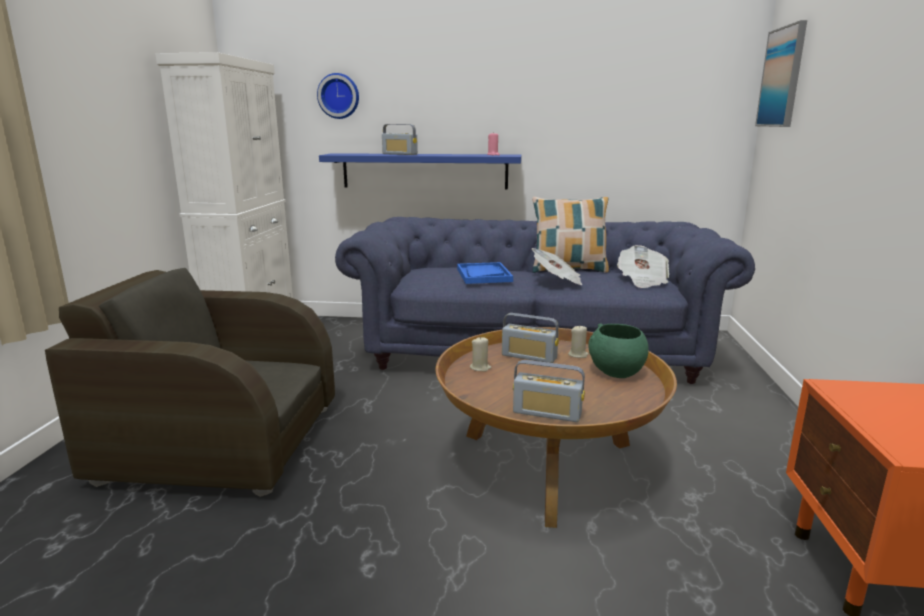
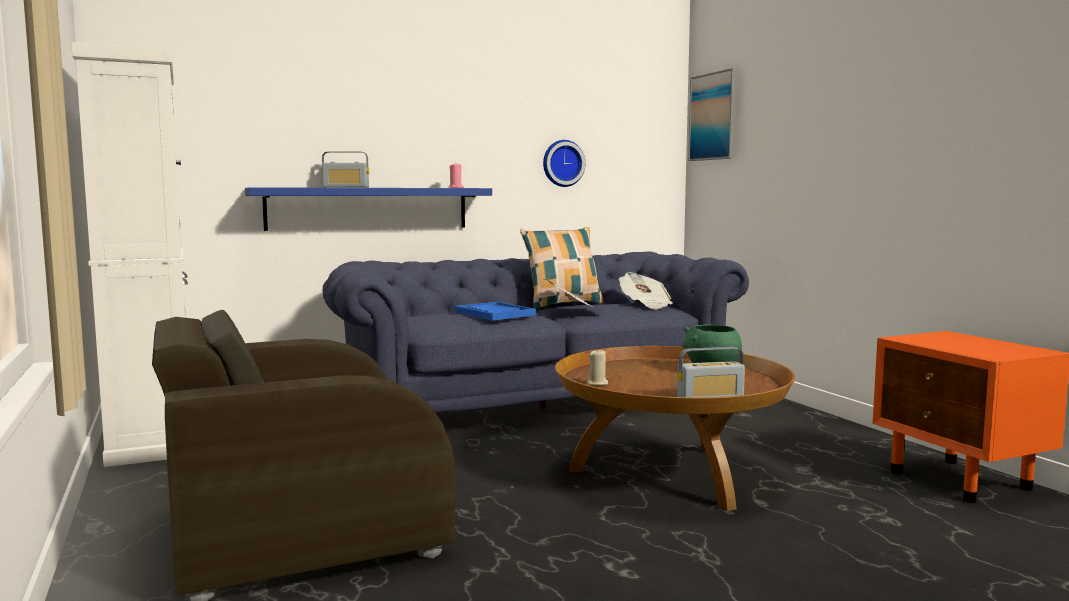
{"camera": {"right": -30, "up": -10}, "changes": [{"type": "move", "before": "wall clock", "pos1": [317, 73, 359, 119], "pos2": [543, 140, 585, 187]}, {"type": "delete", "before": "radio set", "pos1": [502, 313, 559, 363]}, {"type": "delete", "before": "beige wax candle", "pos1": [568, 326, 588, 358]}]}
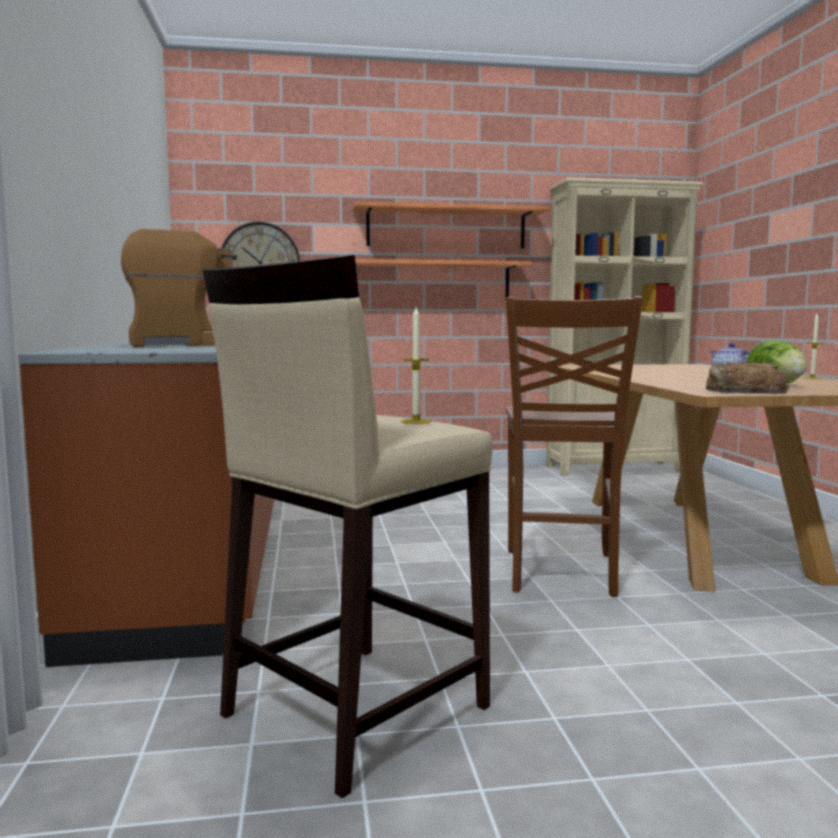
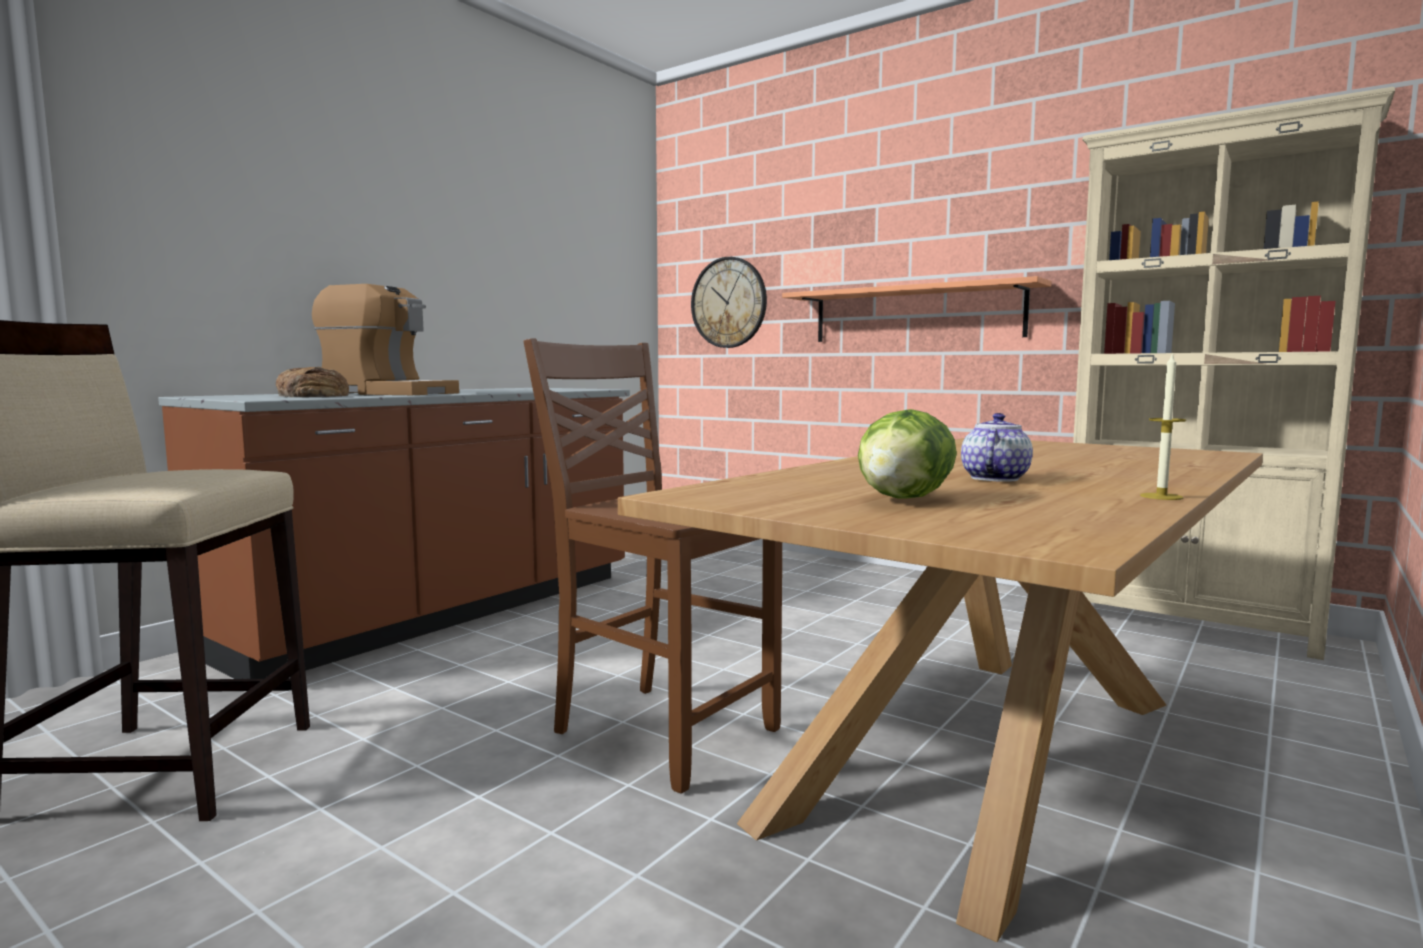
{"camera": {"right": 45, "up": 0}, "changes": [{"type": "delete", "before": "bracket shelf", "pos1": [352, 202, 549, 248]}, {"type": "rotate", "before": "brownish plain chair", "pos1": [505, 296, 643, 597], "pos2": [524, 338, 782, 794], "turn": 75}, {"type": "delete", "before": "wax candle", "pos1": [401, 307, 432, 424]}, {"type": "move", "before": "baked bread", "pos1": [706, 362, 790, 394], "pos2": [276, 367, 349, 397]}]}
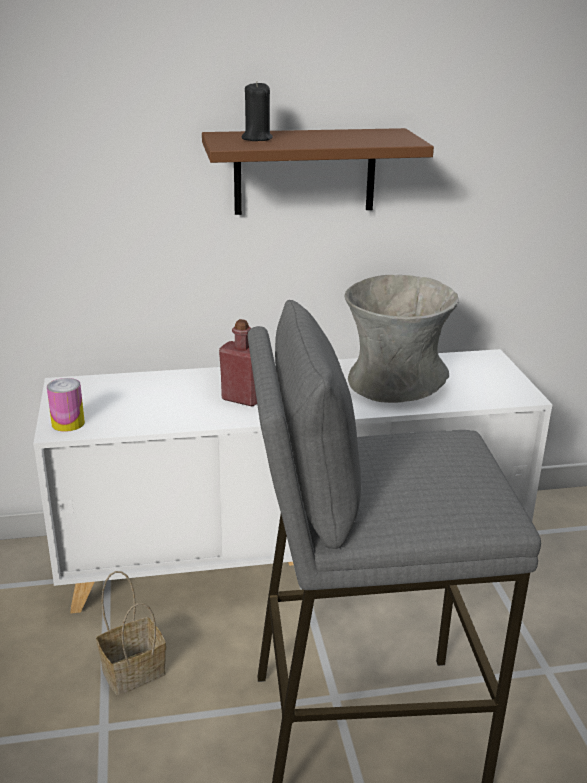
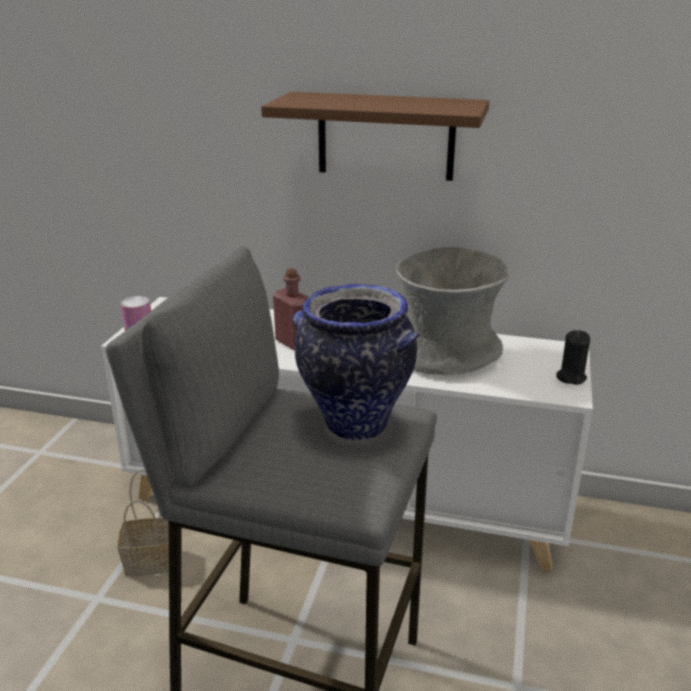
{"camera": {"right": 25, "up": 0}, "changes": [{"type": "move", "before": "black-coloured wax candle", "pos1": [241, 81, 273, 141], "pos2": [556, 330, 590, 385]}, {"type": "insert", "after": "flower vase", "pos2": [293, 284, 419, 441]}]}
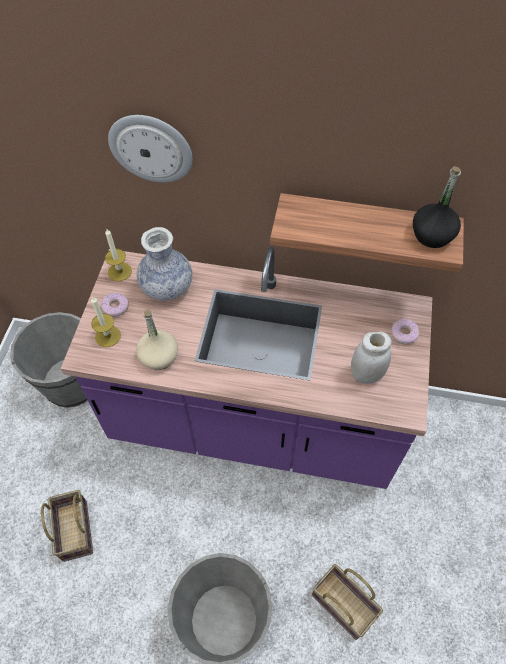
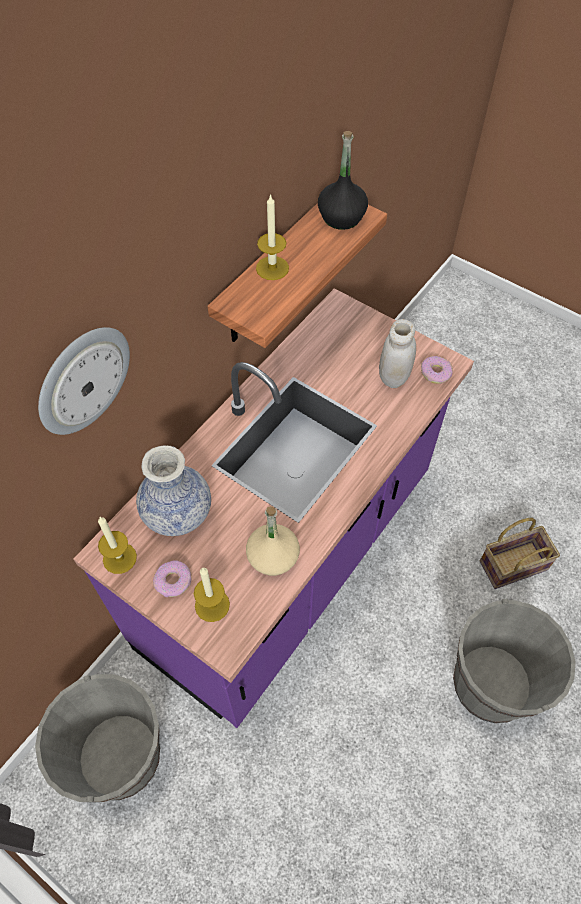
{"camera": {"right": -65, "up": 0}, "changes": [{"type": "move", "before": "donut", "pos1": [391, 318, 419, 344], "pos2": [421, 356, 453, 384]}, {"type": "delete", "before": "basket", "pos1": [41, 490, 93, 562]}, {"type": "insert", "after": "wax candle", "pos2": [256, 194, 289, 280]}]}
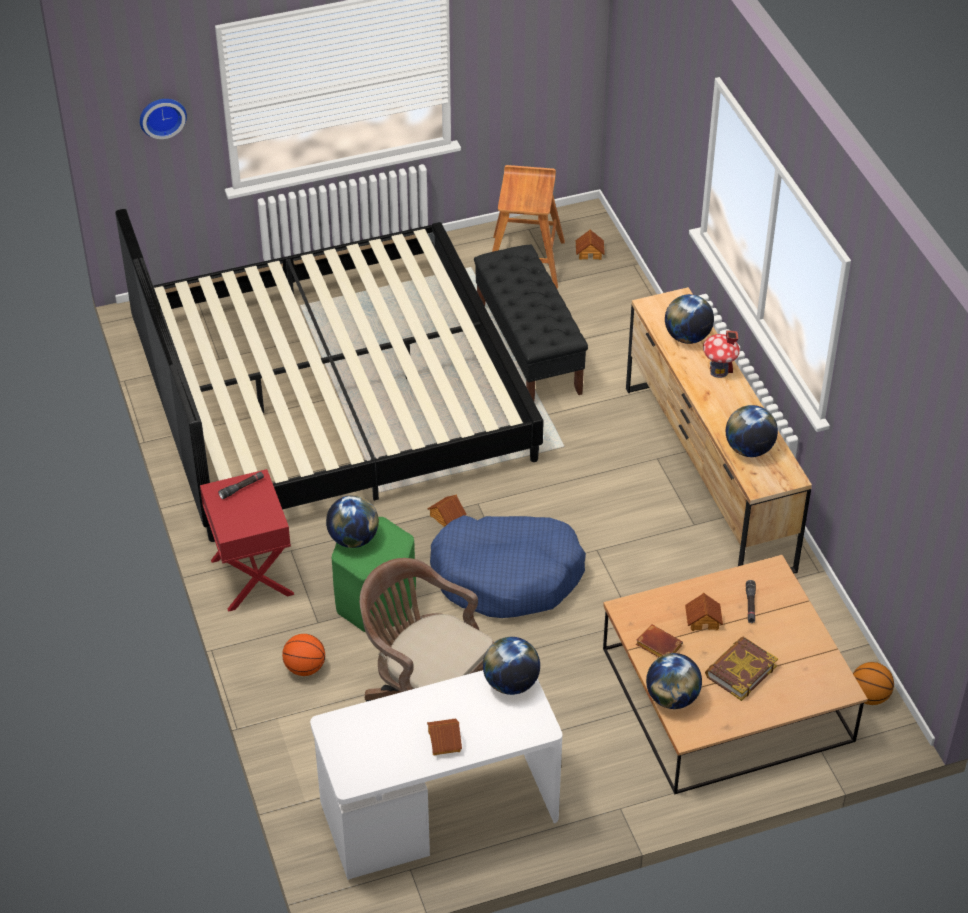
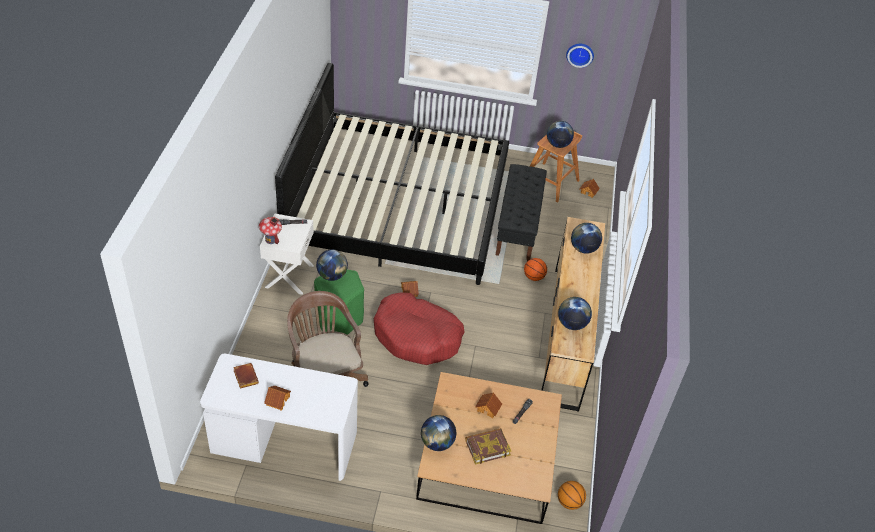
{"camera": {"right": 25, "up": 0}, "changes": [{"type": "move", "before": "wall clock", "pos1": [140, 99, 187, 139], "pos2": [566, 44, 594, 68]}, {"type": "move", "before": "miniature house", "pos1": [703, 330, 740, 378], "pos2": [259, 216, 282, 244]}, {"type": "recolor", "before": "red night table", "after": "white-coloured night table", "pos1": [200, 469, 294, 612], "pos2": [260, 213, 314, 295]}, {"type": "recolor", "before": "bluish dog cushion", "after": "red dog cushion", "pos1": [430, 515, 586, 618], "pos2": [374, 292, 464, 365]}, {"type": "move", "before": "brownish bound book", "pos1": [636, 624, 683, 657], "pos2": [233, 363, 259, 389]}, {"type": "move", "before": "ball for basketball", "pos1": [282, 634, 325, 676], "pos2": [524, 258, 547, 281]}, {"type": "move", "before": "world globe", "pos1": [483, 637, 540, 695], "pos2": [547, 121, 574, 148]}]}
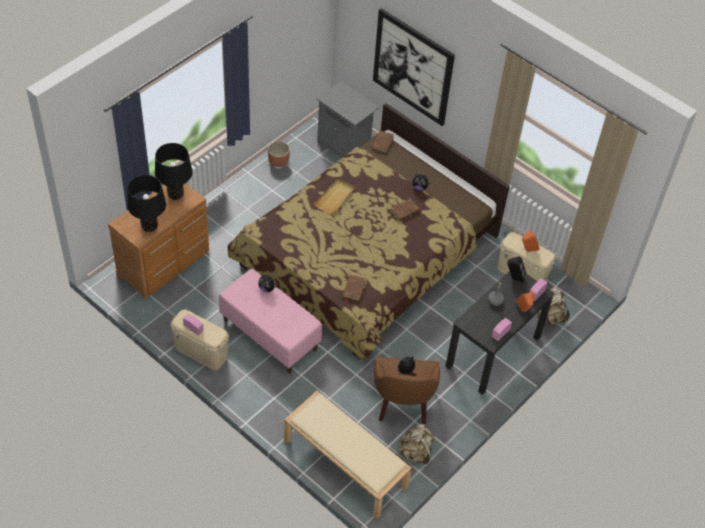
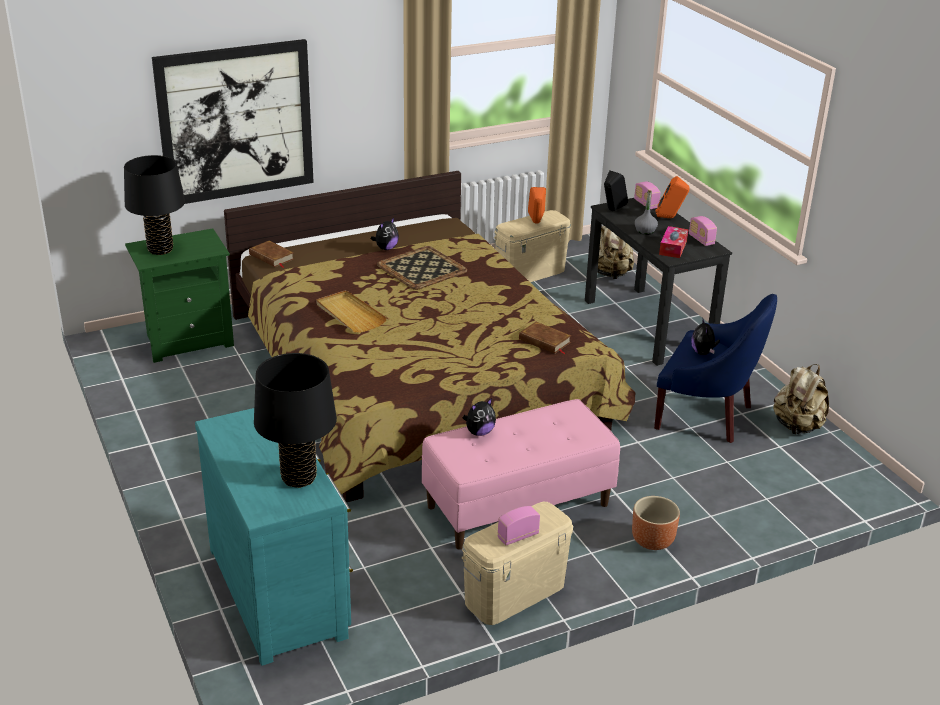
{"camera": {"right": -65, "up": -20}, "changes": [{"type": "recolor", "before": "gray night table", "after": "green night table", "pos1": [317, 81, 380, 158], "pos2": [125, 229, 234, 363]}, {"type": "move", "before": "brownish plant pot", "pos1": [268, 141, 290, 167], "pos2": [632, 496, 680, 550]}, {"type": "move", "before": "black-coloured table lamp", "pos1": [155, 143, 192, 200], "pos2": [124, 155, 185, 255]}, {"type": "recolor", "before": "brownish chest of drawers", "after": "blue-green chest of drawers", "pos1": [108, 183, 209, 299], "pos2": [195, 408, 353, 666]}, {"type": "replace", "before": "brownish bound book", "after": "carrying tray", "pos1": [390, 199, 421, 222], "pos2": [377, 246, 467, 290]}, {"type": "recolor", "before": "brownish easy chair", "after": "bluish easy chair", "pos1": [374, 357, 440, 424], "pos2": [654, 294, 777, 443]}, {"type": "delete", "before": "beige bench", "pos1": [284, 391, 412, 519]}, {"type": "insert", "after": "box of tissues", "pos2": [659, 226, 688, 258]}]}
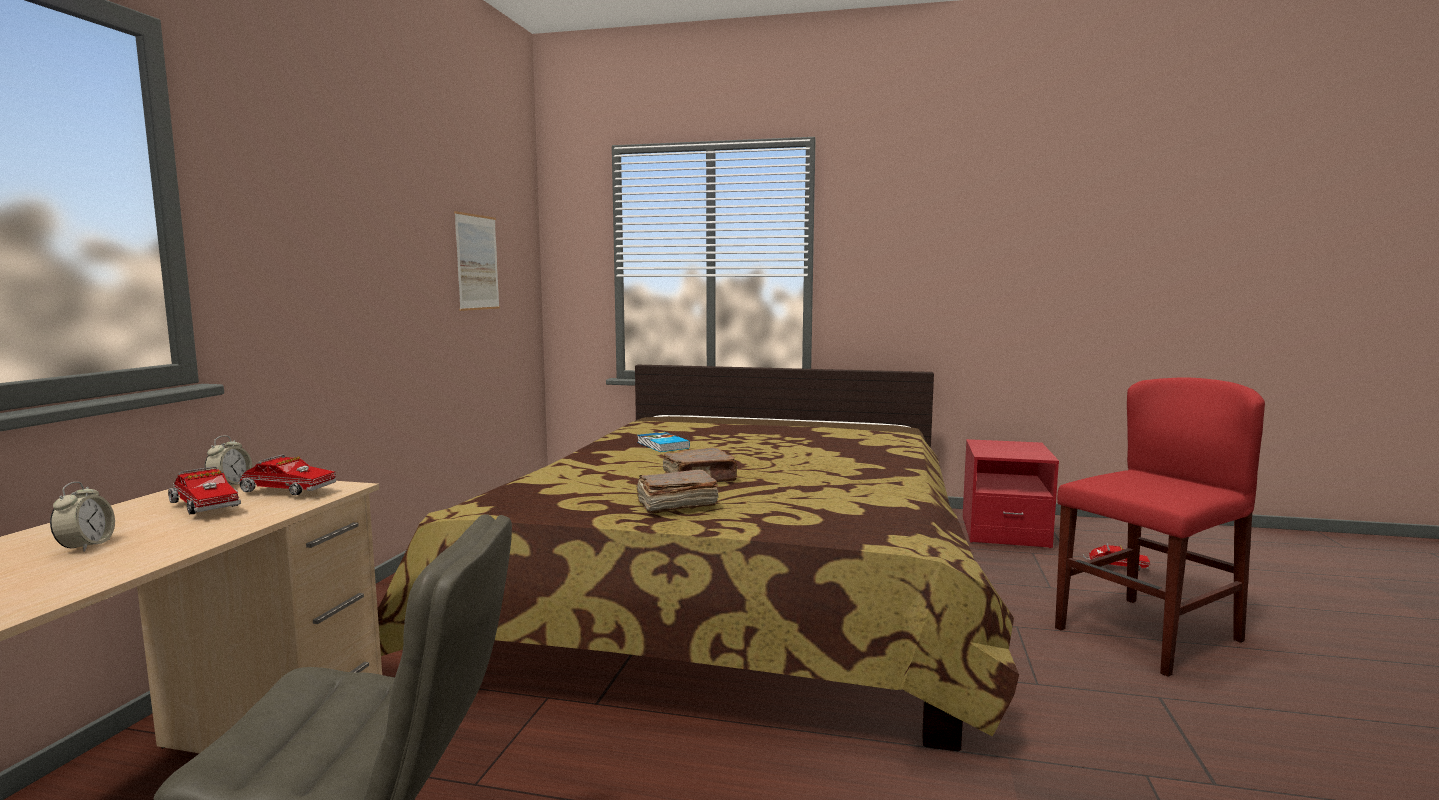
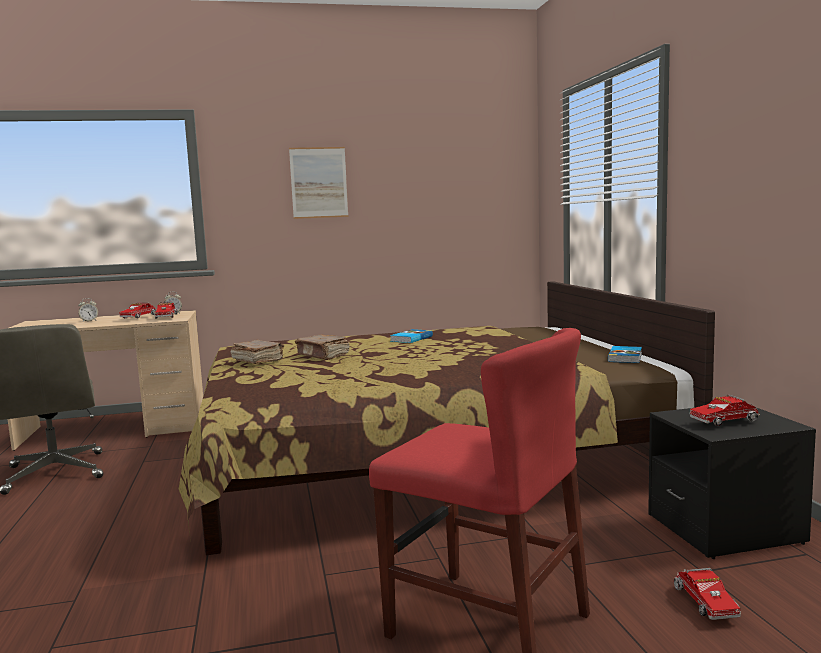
{"camera": {"right": 65, "up": 0}, "changes": [{"type": "move", "before": "picture", "pos1": [454, 211, 500, 311], "pos2": [289, 147, 348, 219]}, {"type": "recolor", "before": "red night table", "after": "black-coloured night table", "pos1": [963, 439, 1059, 548], "pos2": [648, 407, 816, 559]}, {"type": "insert", "after": "bound book", "pos2": [608, 346, 642, 363]}, {"type": "insert", "after": "model truck", "pos2": [690, 394, 760, 426]}]}
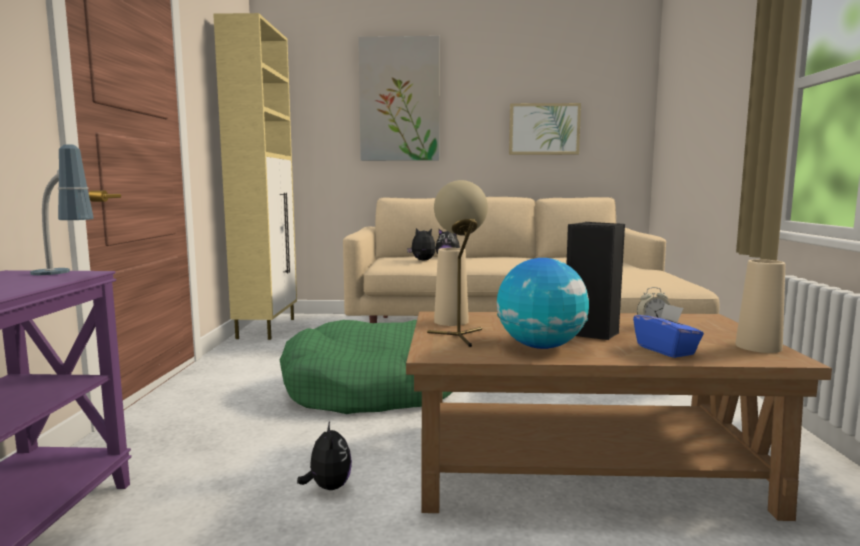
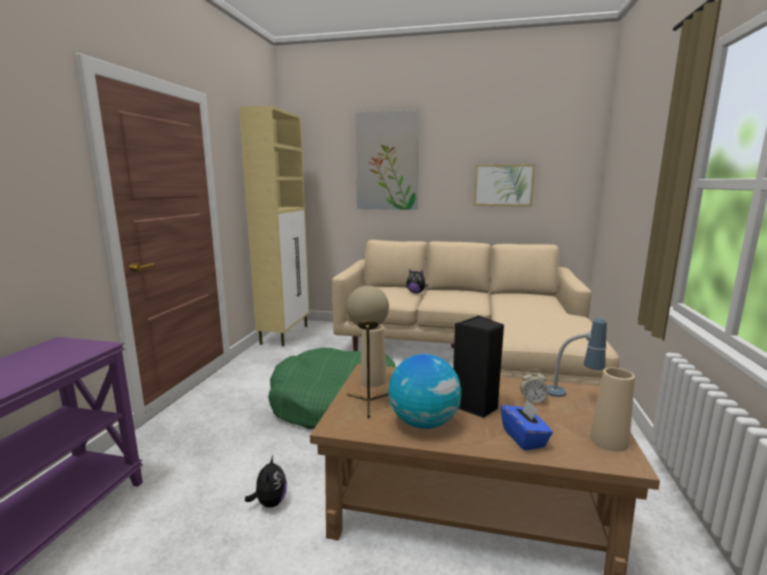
{"camera": {"right": 10, "up": 5}, "changes": [{"type": "move", "before": "table lamp", "pos1": [30, 144, 94, 275], "pos2": [547, 318, 607, 397]}, {"type": "delete", "before": "plush toy", "pos1": [407, 228, 436, 261]}]}
